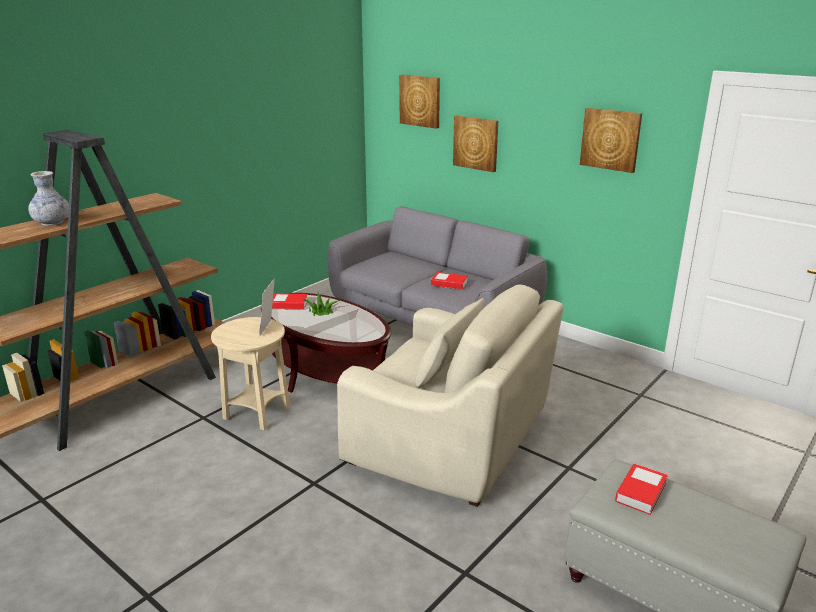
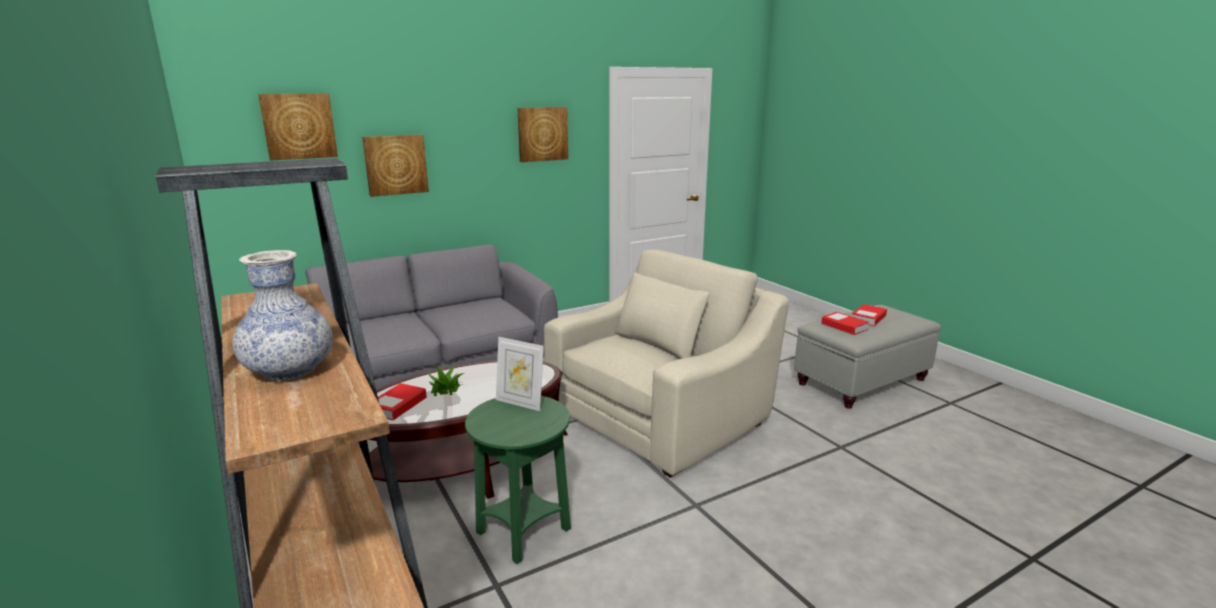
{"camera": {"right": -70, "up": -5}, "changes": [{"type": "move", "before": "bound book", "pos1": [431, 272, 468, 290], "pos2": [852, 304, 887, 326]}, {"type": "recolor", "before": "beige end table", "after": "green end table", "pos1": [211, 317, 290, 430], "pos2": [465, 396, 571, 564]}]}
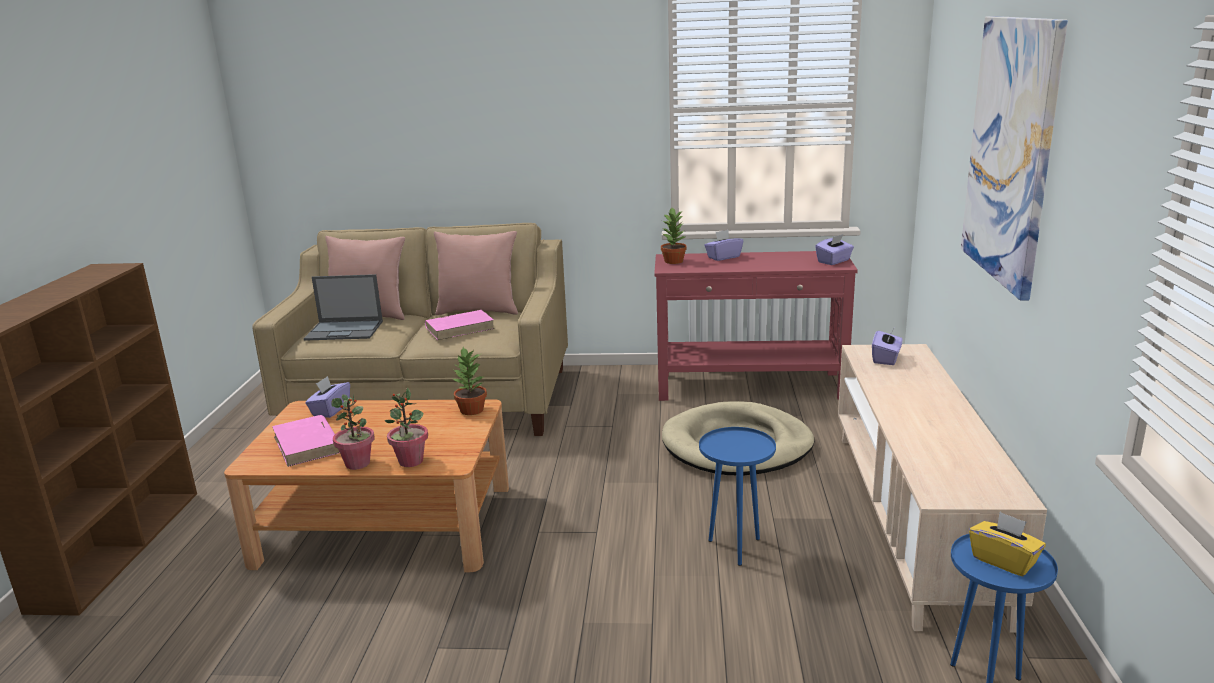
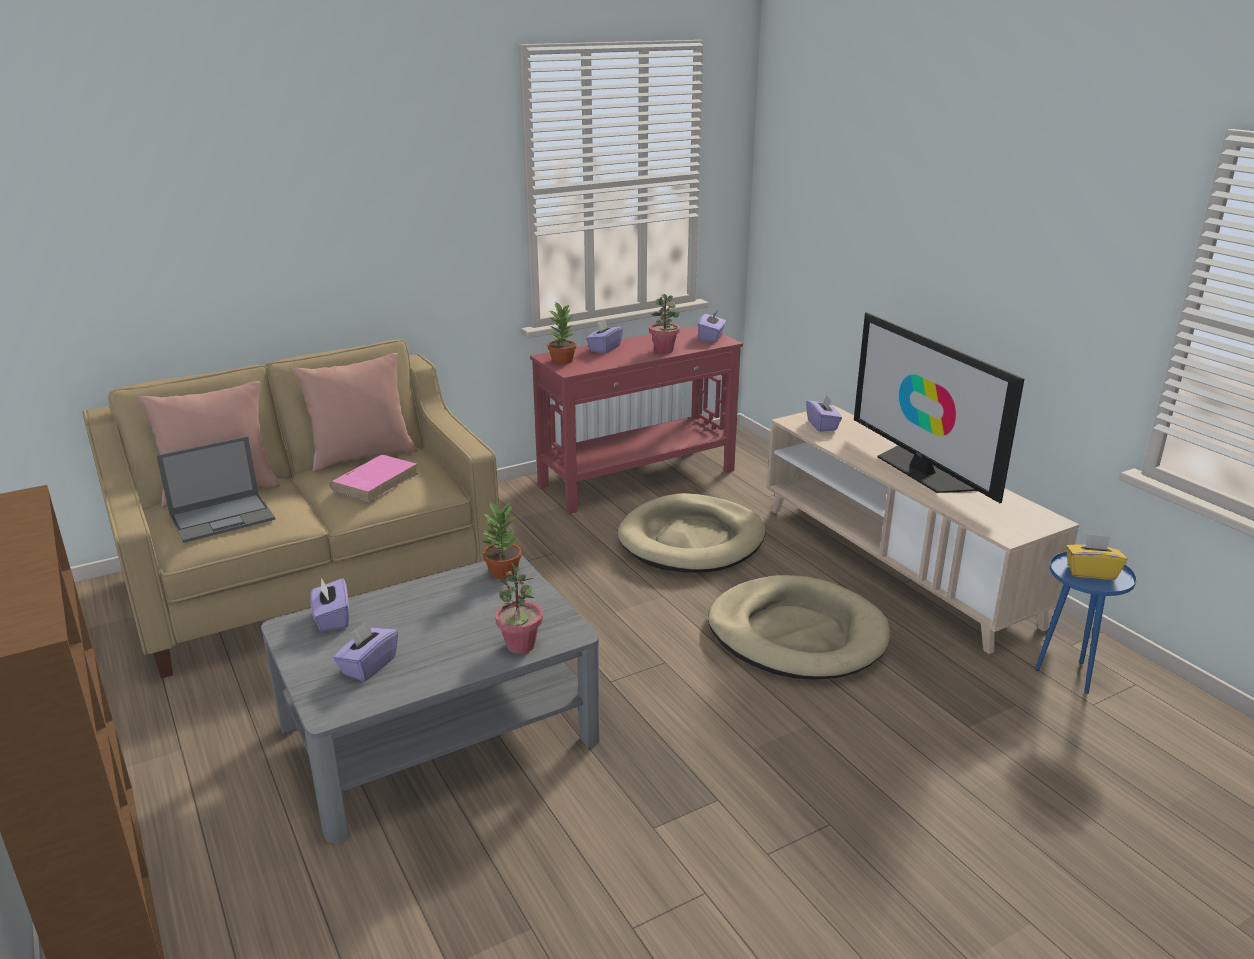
{"camera": {"right": -35, "up": 5}, "changes": [{"type": "delete", "before": "picture", "pos1": [961, 16, 1068, 301]}, {"type": "move", "before": "houseplant", "pos1": [331, 395, 375, 470], "pos2": [649, 294, 680, 354]}, {"type": "recolor", "before": "brownish coffee table", "after": "gray coffee table", "pos1": [224, 399, 509, 572], "pos2": [261, 556, 600, 843]}, {"type": "replace", "before": "pinkish bound book", "after": "purple-coloured box of tissues", "pos1": [272, 415, 340, 467], "pos2": [333, 620, 398, 682]}, {"type": "replace", "before": "bluish end table", "after": "beige dog cushion", "pos1": [699, 427, 776, 566], "pos2": [708, 575, 890, 680]}, {"type": "insert", "after": "TV", "pos2": [854, 312, 1025, 503]}]}
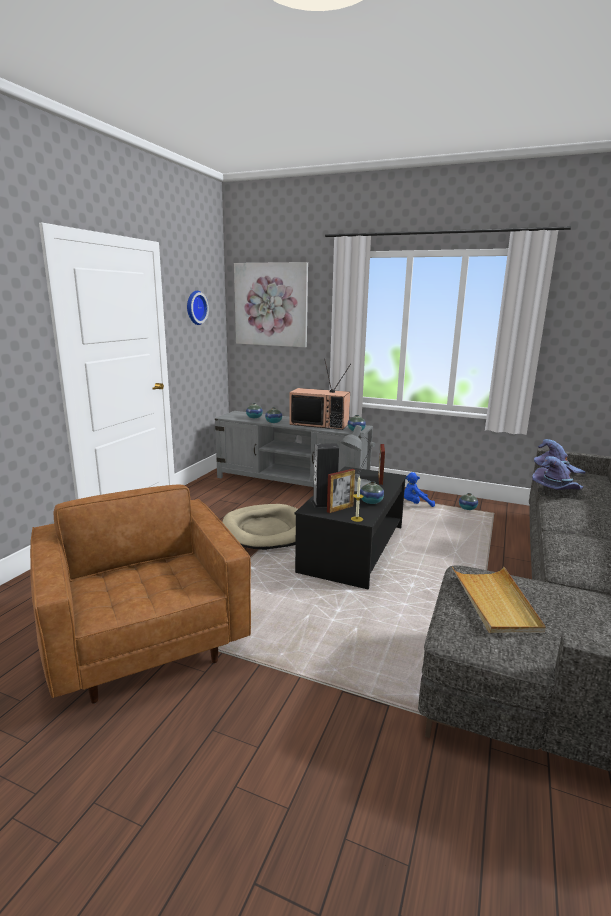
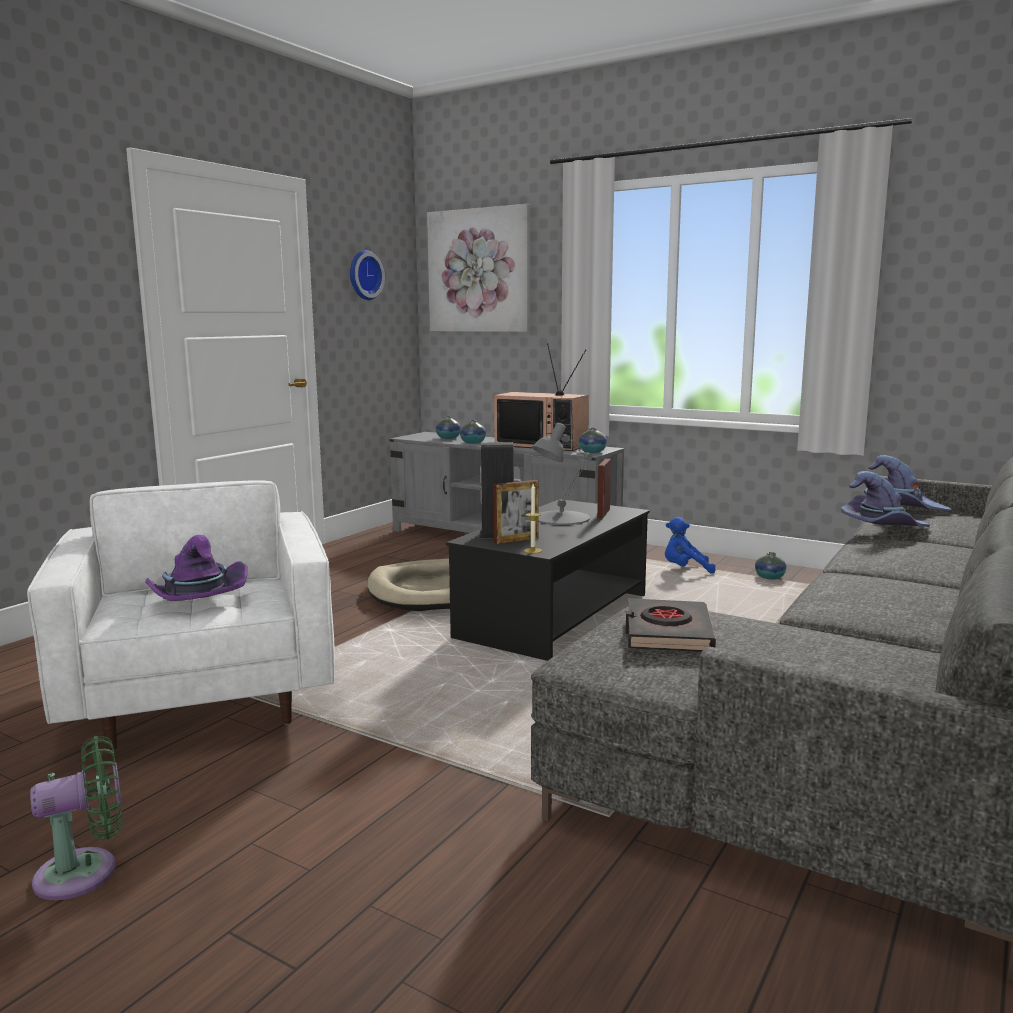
{"camera": {"right": 10, "up": -5}, "changes": [{"type": "delete", "before": "flower vase", "pos1": [360, 481, 384, 504]}, {"type": "recolor", "before": "brownish easy chair", "after": "white-coloured easy chair", "pos1": [30, 484, 251, 704], "pos2": [27, 481, 335, 751]}, {"type": "replace", "before": "beige carrying tray", "after": "black-coloured bound book", "pos1": [452, 567, 546, 633], "pos2": [626, 598, 716, 652]}, {"type": "insert", "after": "purple-coloured wearable hat", "pos2": [145, 535, 248, 601]}, {"type": "insert", "after": "green electric fan", "pos2": [30, 736, 123, 900]}]}
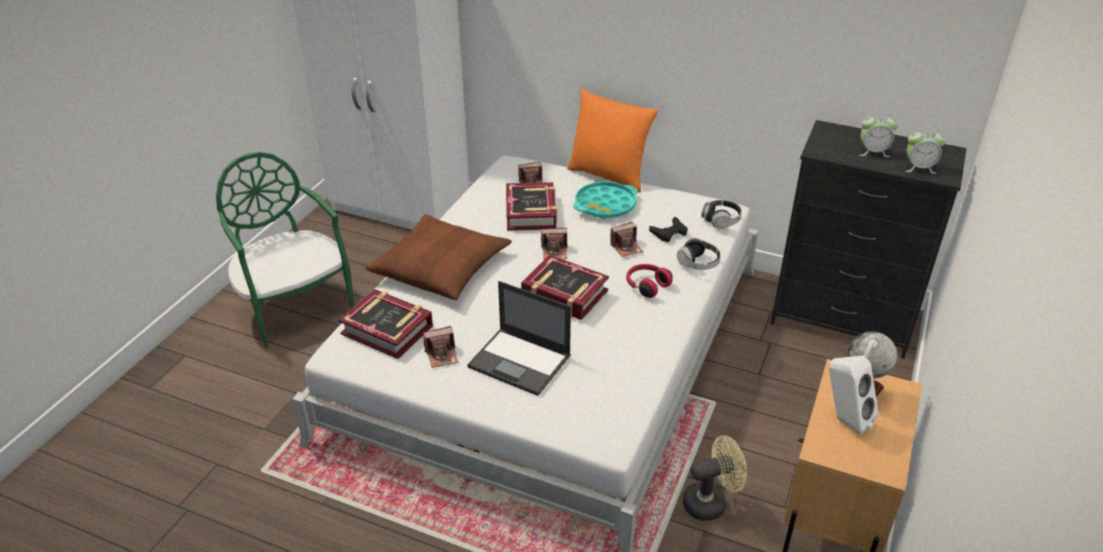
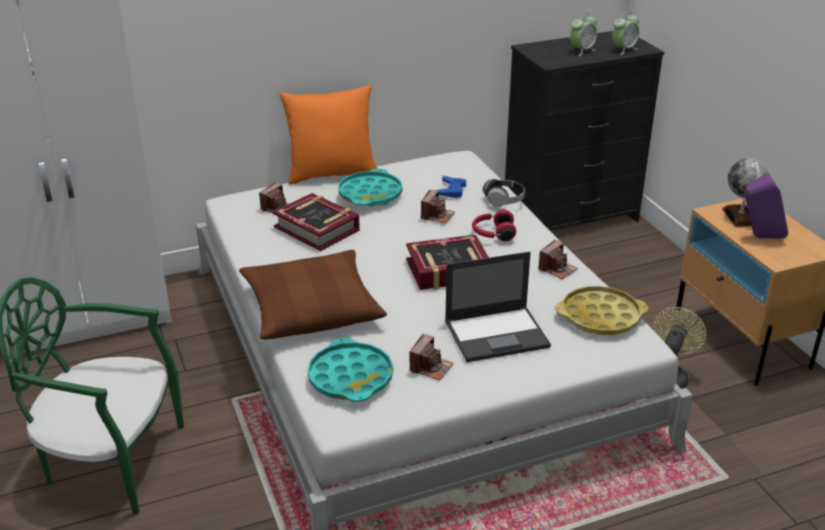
{"camera": {"right": -45, "up": -5}, "changes": [{"type": "delete", "before": "headphones", "pos1": [701, 200, 742, 229]}, {"type": "recolor", "before": "black-coloured gamepad", "after": "bluish gamepad", "pos1": [649, 217, 688, 242], "pos2": [436, 176, 467, 198]}, {"type": "move", "before": "photo camera", "pos1": [541, 228, 567, 260], "pos2": [539, 240, 578, 279]}, {"type": "replace", "before": "bound book", "after": "blue-green carrying tray", "pos1": [338, 289, 433, 359], "pos2": [307, 338, 393, 402]}, {"type": "recolor", "before": "white-coloured speaker", "after": "purple-coloured speaker", "pos1": [829, 356, 878, 435], "pos2": [744, 173, 788, 239]}, {"type": "insert", "after": "yellowish carrying tray", "pos2": [555, 286, 648, 335]}]}
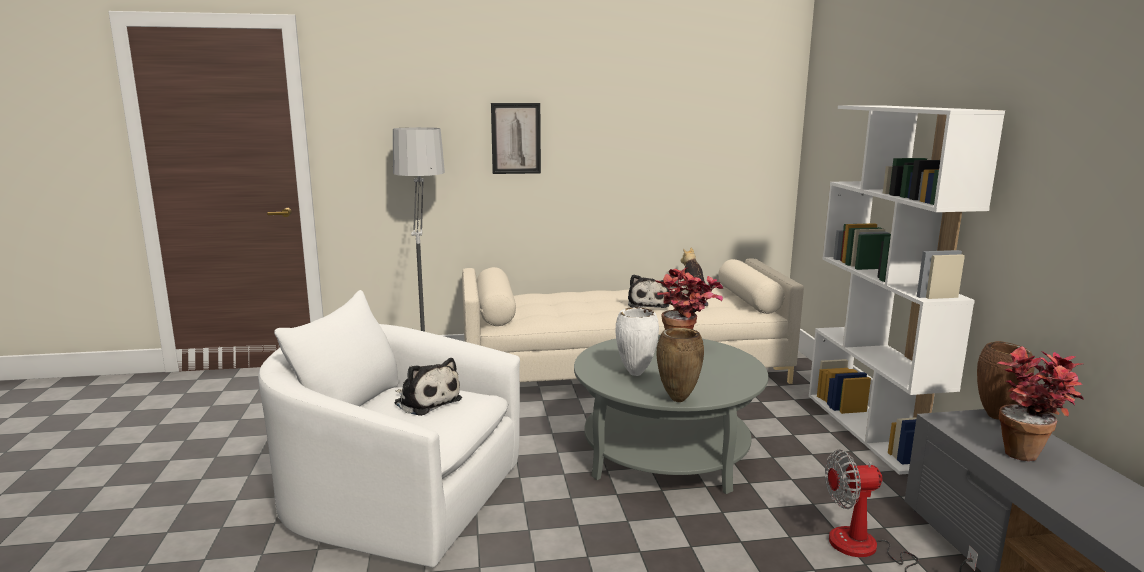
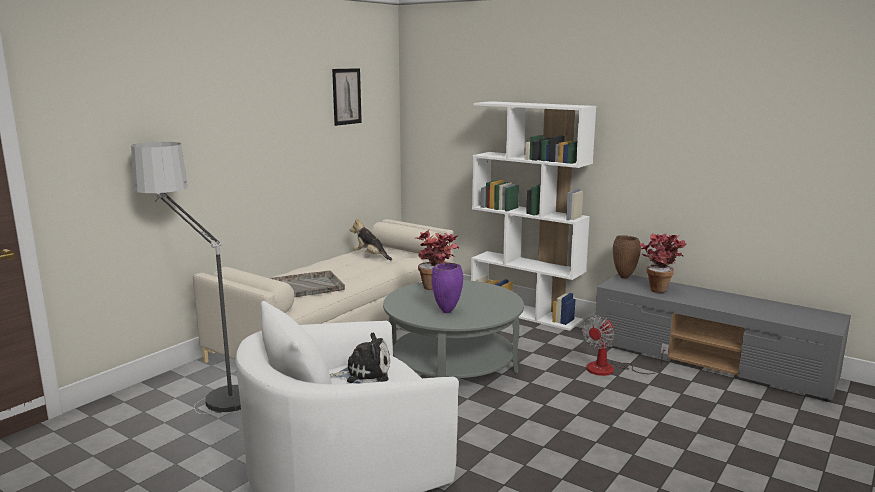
{"camera": {"right": -45, "up": 0}, "changes": [{"type": "move", "before": "picture", "pos1": [491, 103, 541, 174], "pos2": [332, 68, 362, 126]}, {"type": "delete", "before": "plush toy", "pos1": [628, 274, 669, 308]}, {"type": "recolor", "before": "white-coloured flower vase", "after": "purple-coloured flower vase", "pos1": [616, 307, 659, 376], "pos2": [431, 263, 463, 313]}, {"type": "delete", "before": "brownish flower vase", "pos1": [656, 328, 704, 402]}, {"type": "insert", "after": "gray carrying tray", "pos2": [270, 270, 345, 297]}]}
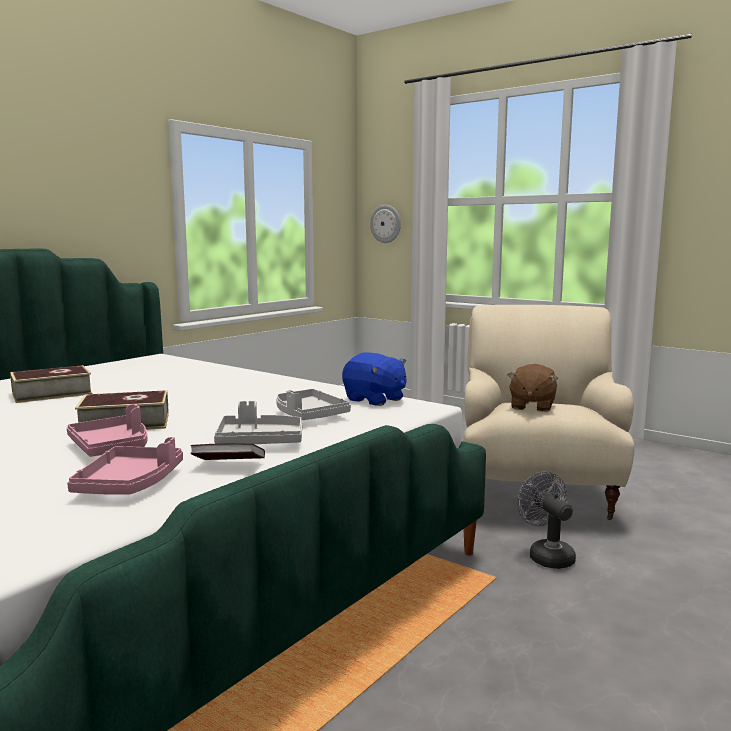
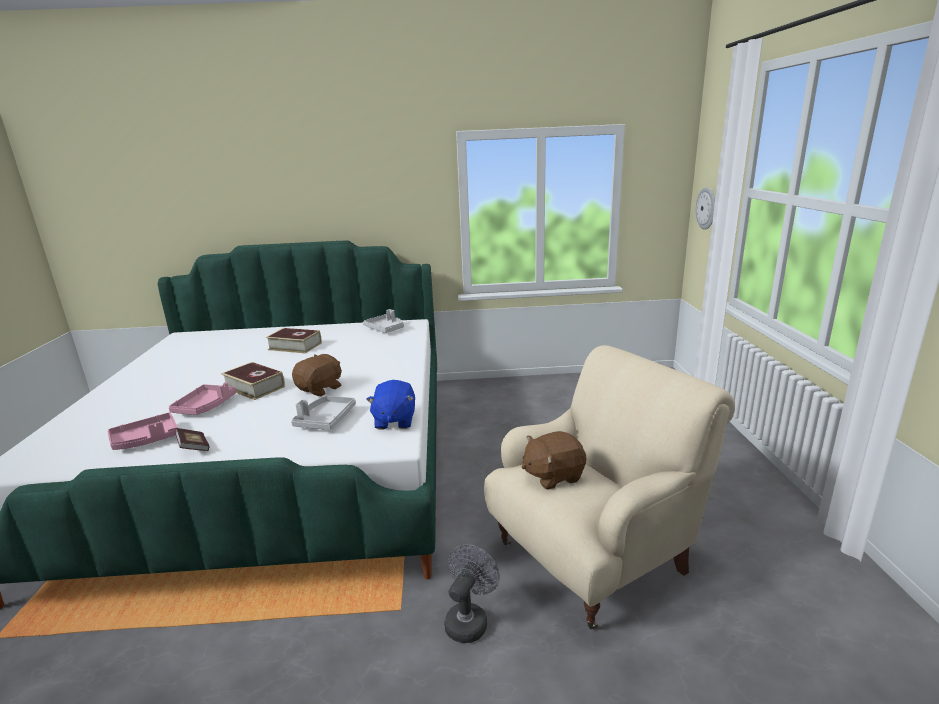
{"camera": {"right": 50, "up": 10}, "changes": [{"type": "move", "before": "gray carrying tray", "pos1": [214, 401, 303, 444], "pos2": [363, 309, 404, 333]}, {"type": "insert", "after": "brownish plush toy", "pos2": [292, 354, 342, 396]}]}
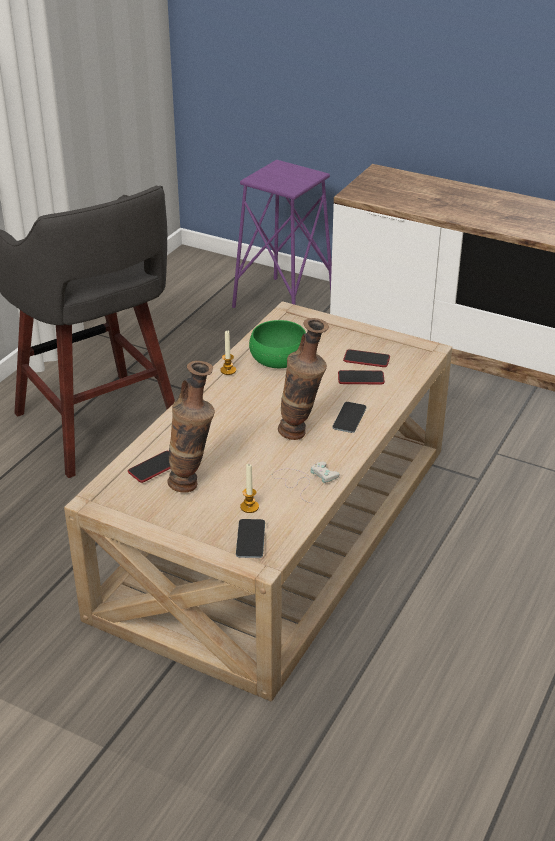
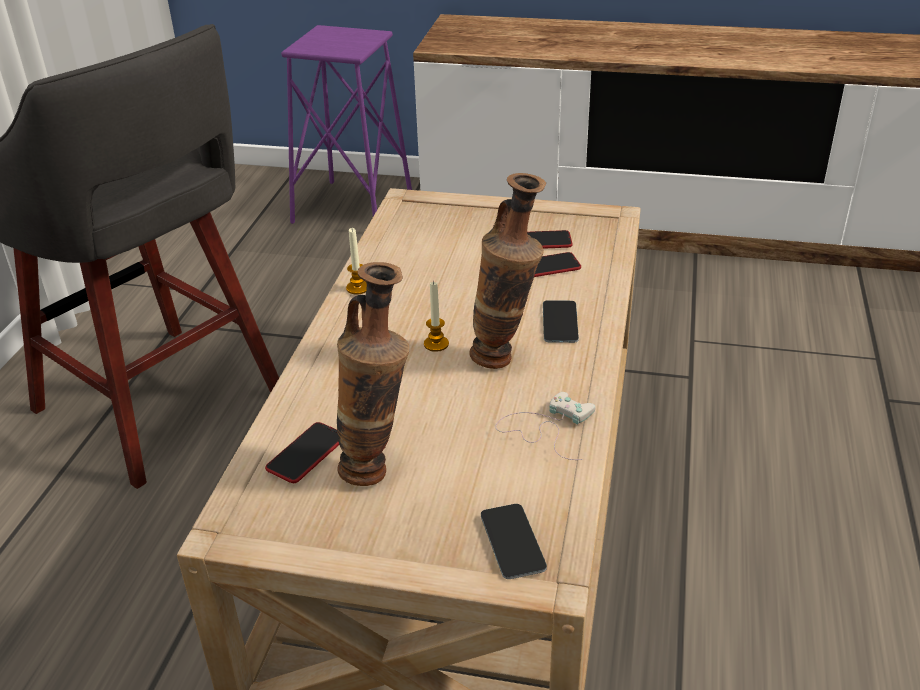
{"camera": {"right": -15, "up": 0}, "changes": [{"type": "delete", "before": "green serving bowl", "pos1": [249, 320, 306, 368]}, {"type": "move", "before": "wax candle", "pos1": [240, 464, 259, 513], "pos2": [424, 281, 449, 352]}]}
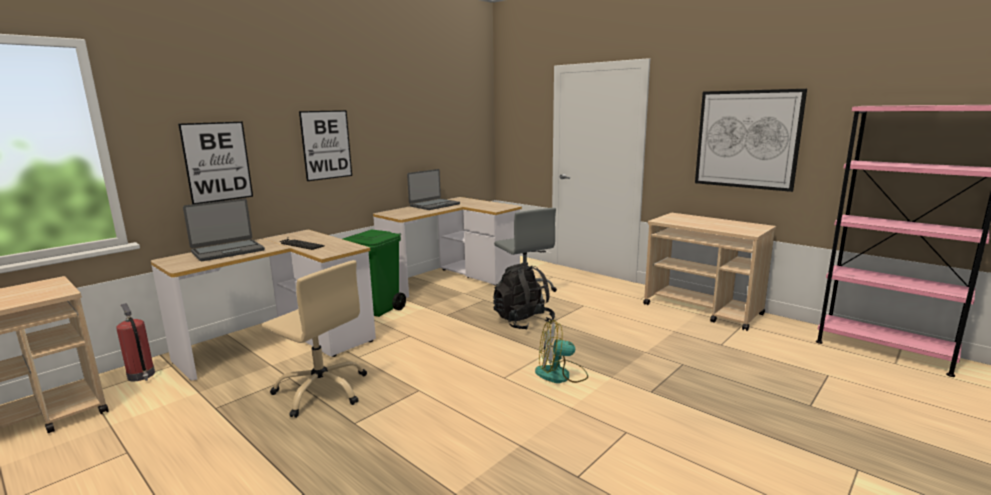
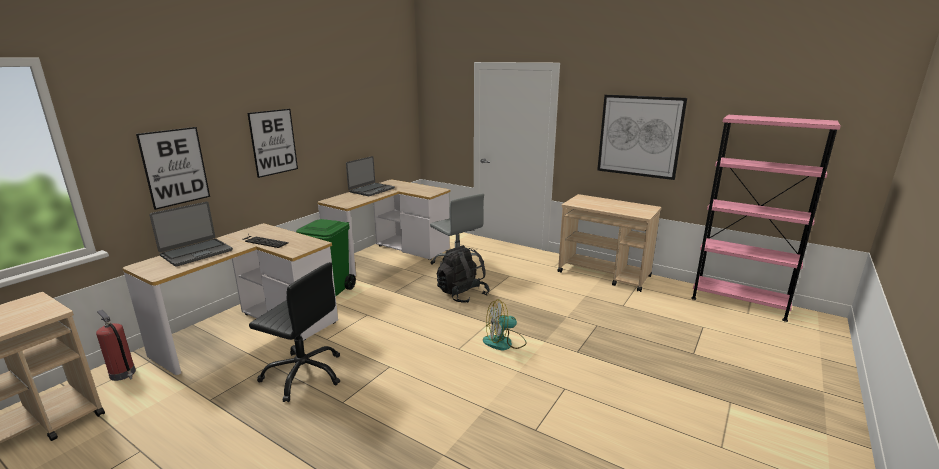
{"camera": {"right": -10, "up": 5}, "changes": [{"type": "recolor", "before": "beige office chair", "after": "black-coloured office chair", "pos1": [262, 260, 367, 418], "pos2": [249, 262, 340, 402]}]}
